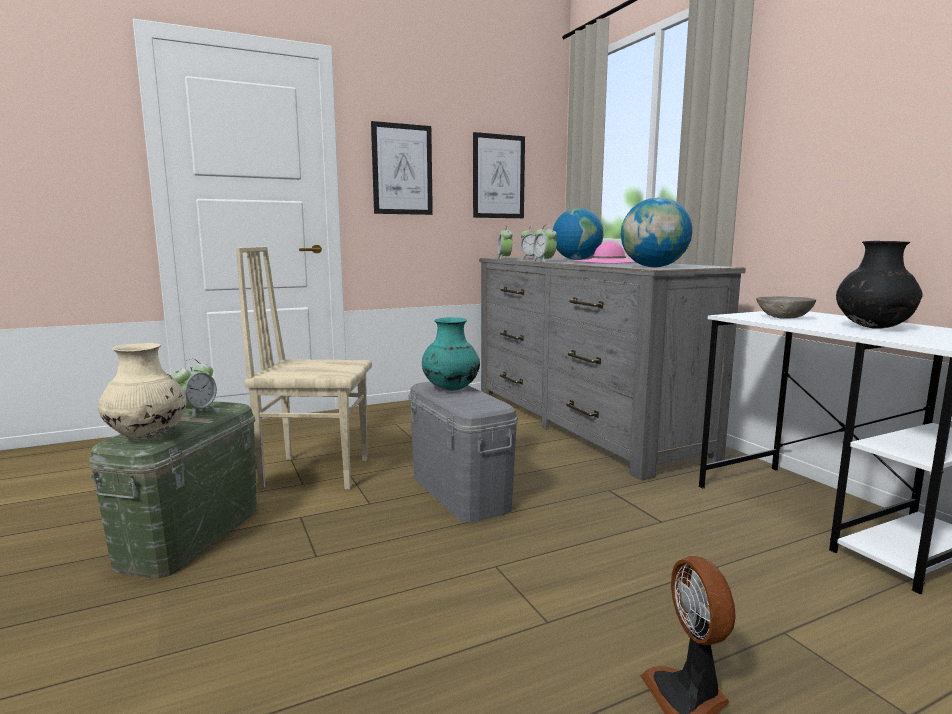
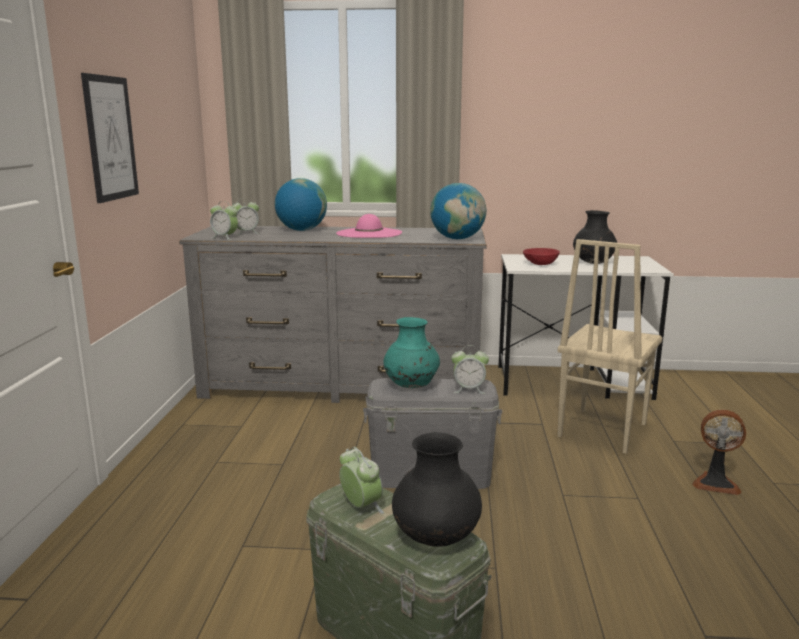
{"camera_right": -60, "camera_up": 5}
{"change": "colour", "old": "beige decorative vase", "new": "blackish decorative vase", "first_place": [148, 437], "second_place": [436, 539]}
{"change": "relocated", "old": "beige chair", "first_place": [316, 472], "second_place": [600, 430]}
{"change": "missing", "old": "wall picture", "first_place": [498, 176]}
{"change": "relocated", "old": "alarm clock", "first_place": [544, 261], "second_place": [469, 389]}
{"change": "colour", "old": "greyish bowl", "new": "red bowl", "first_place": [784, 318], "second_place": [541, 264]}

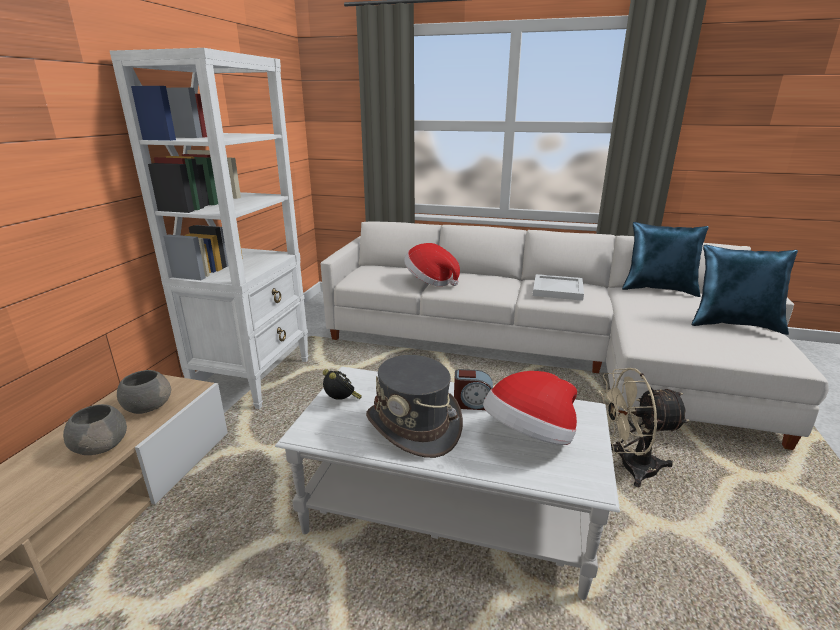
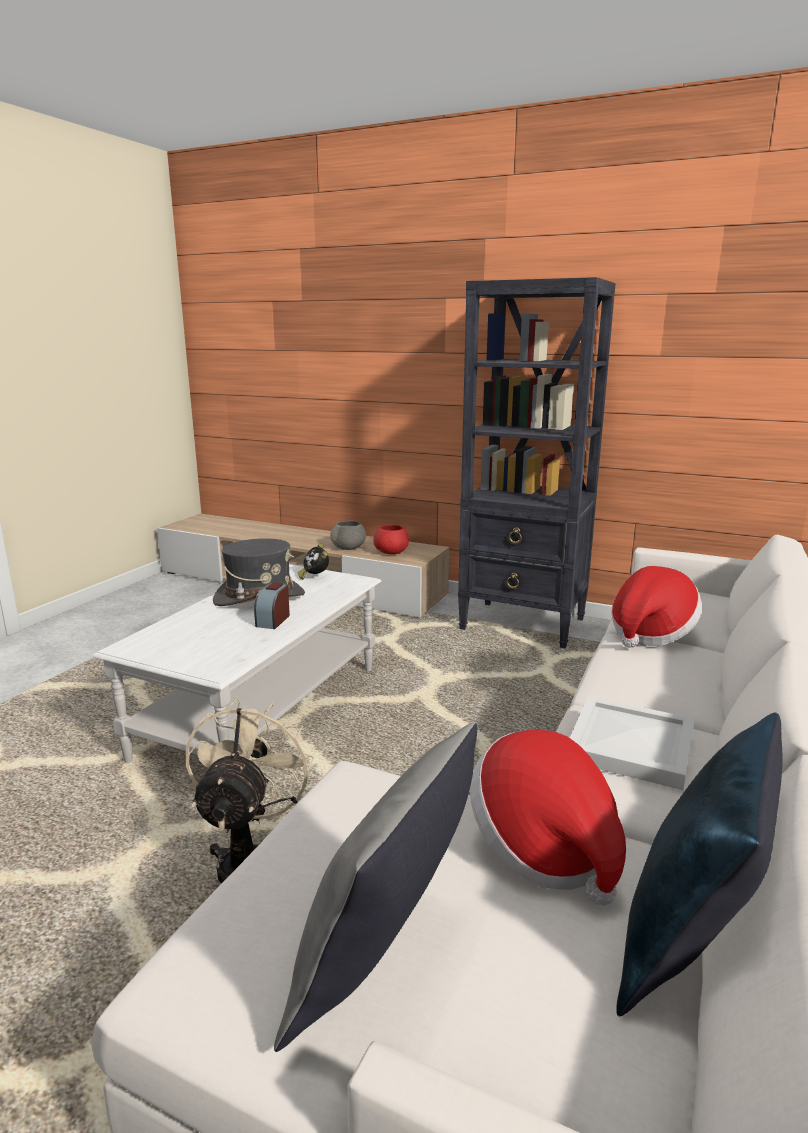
{"camera_right": 100, "camera_up": -5}
{"change": "colour", "old": "white bookshelf", "new": "blackish bookshelf", "first_place": [254, 378], "second_place": [524, 625]}
{"change": "colour", "old": "greyish bowl", "new": "red bowl", "first_place": [147, 407], "second_place": [391, 552]}
{"change": "spun", "old": "alarm clock", "first_place": [341, 402], "second_place": [315, 577], "degrees": 90}
{"change": "relocated", "old": "hat", "first_place": [529, 437], "second_place": [543, 847]}
{"change": "colour", "old": "blue pillow", "new": "greyish pillow", "first_place": [734, 325], "second_place": [384, 967]}

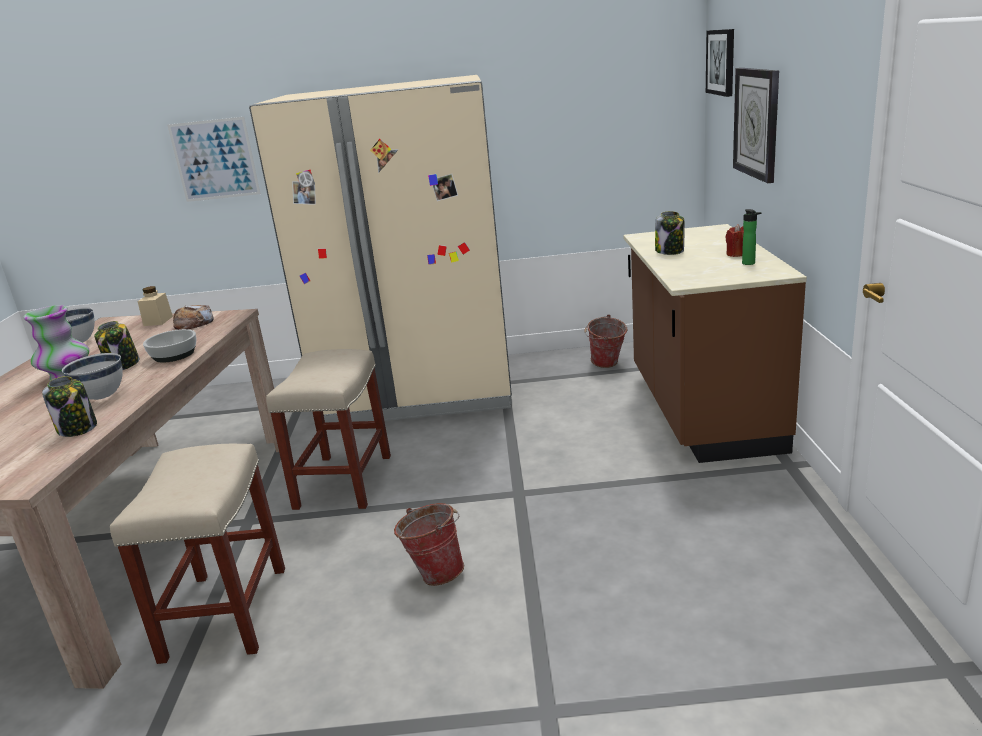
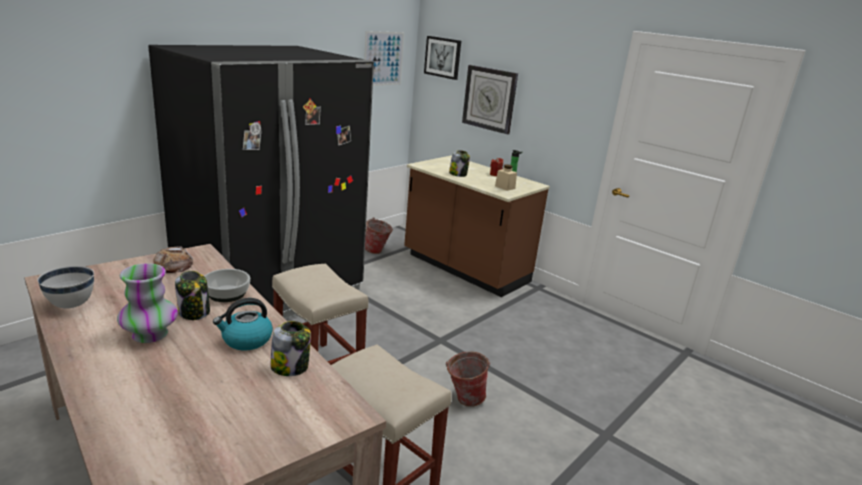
{"camera_right": -50, "camera_up": 0}
{"change": "exchanged", "old": "white bowl", "new": "tea kettle", "first_place": [102, 397], "second_place": [246, 340]}
{"change": "relocated", "old": "beige jar", "first_place": [158, 321], "second_place": [505, 187]}
{"change": "relocated", "old": "wall picture", "first_place": [215, 159], "second_place": [383, 58]}
{"change": "colour", "old": "beige kitchen fridge", "new": "blackish kitchen fridge", "first_place": [419, 391], "second_place": [271, 294]}

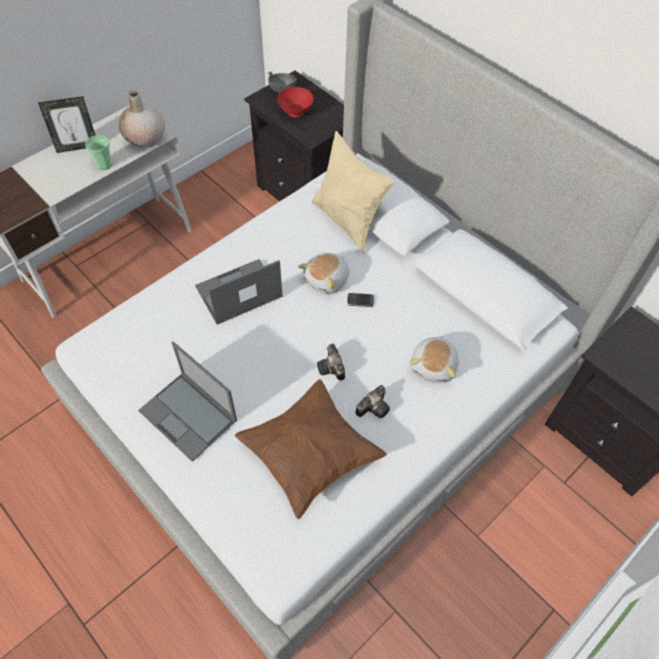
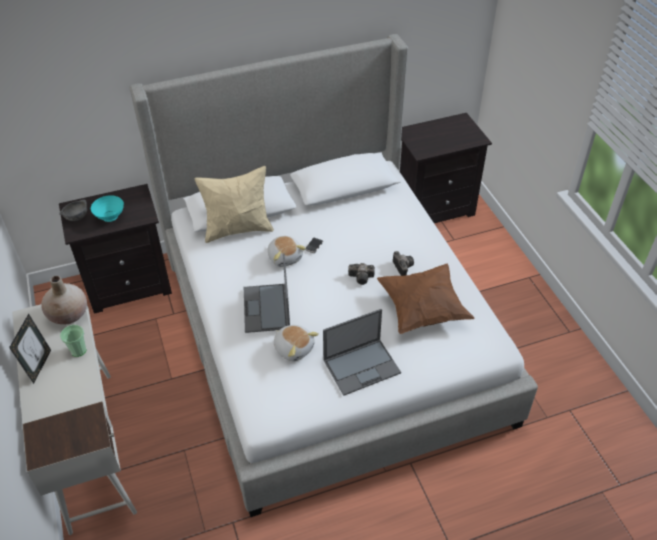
{"camera_right": -65, "camera_up": -10}
{"change": "colour", "old": "red bowl", "new": "turquoise bowl", "first_place": [296, 113], "second_place": [111, 217]}
{"change": "relocated", "old": "cuddly toy", "first_place": [434, 366], "second_place": [294, 348]}

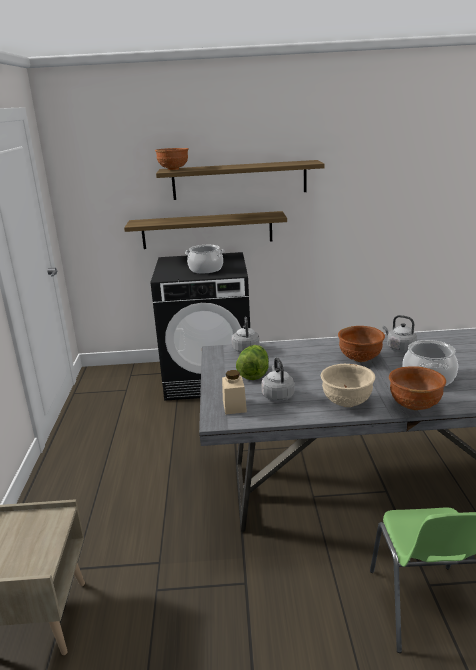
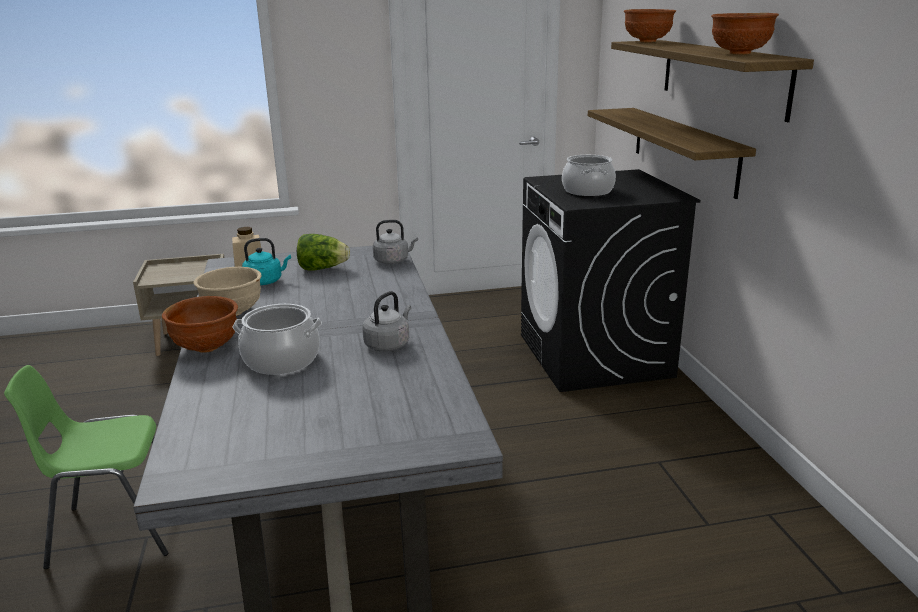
{"camera_right": 80, "camera_up": 0}
{"change": "colour", "old": "greyish tea kettle", "new": "turquoise tea kettle", "first_place": [277, 395], "second_place": [265, 281]}
{"change": "relocated", "old": "brownish bowl", "first_place": [360, 359], "second_place": [738, 53]}

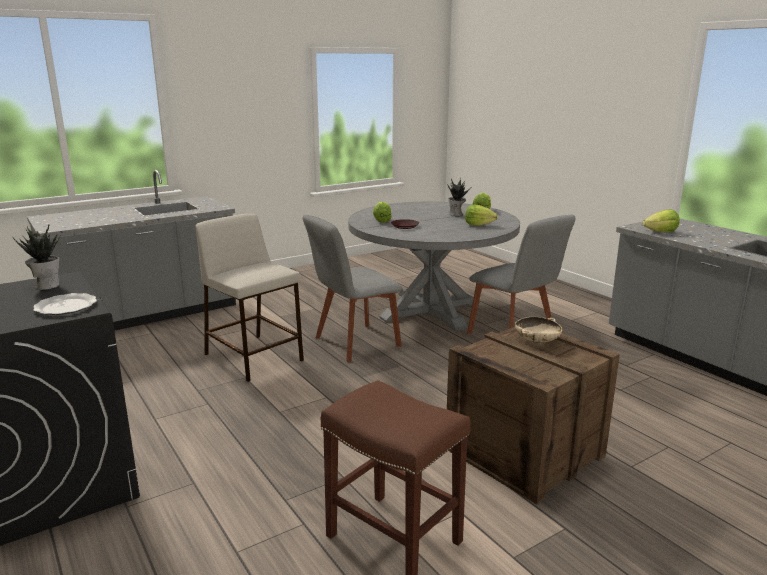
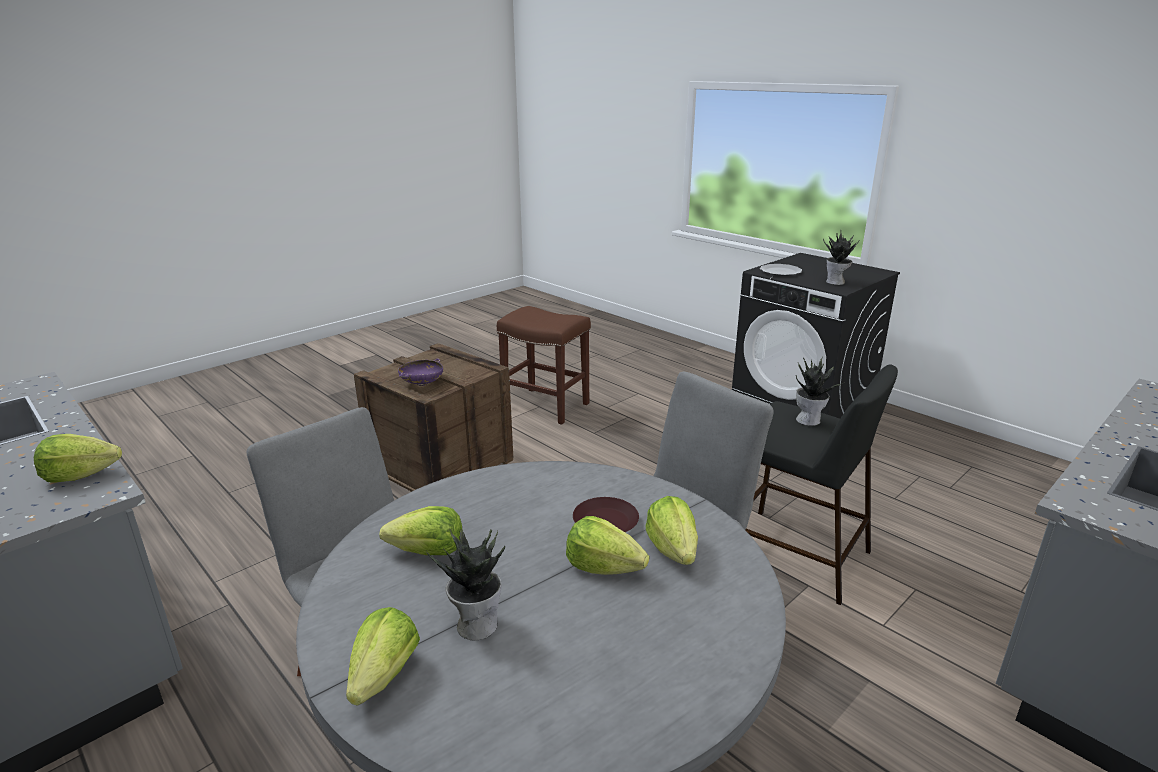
{"camera_right": 170, "camera_up": 5}
{"change": "colour", "old": "beige stool", "new": "blackish stool", "first_place": [254, 357], "second_place": [793, 553]}
{"change": "colour", "old": "beige bowl", "new": "purple bowl", "first_place": [537, 341], "second_place": [422, 383]}
{"change": "appeared", "new": "lettuce", "second_place": [603, 567]}
{"change": "appeared", "new": "houseplant", "second_place": [809, 420]}

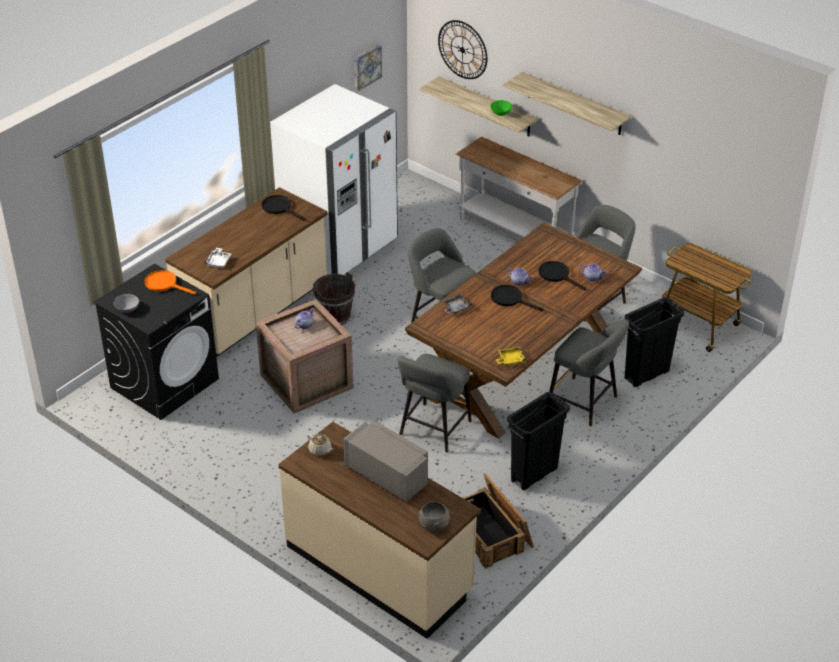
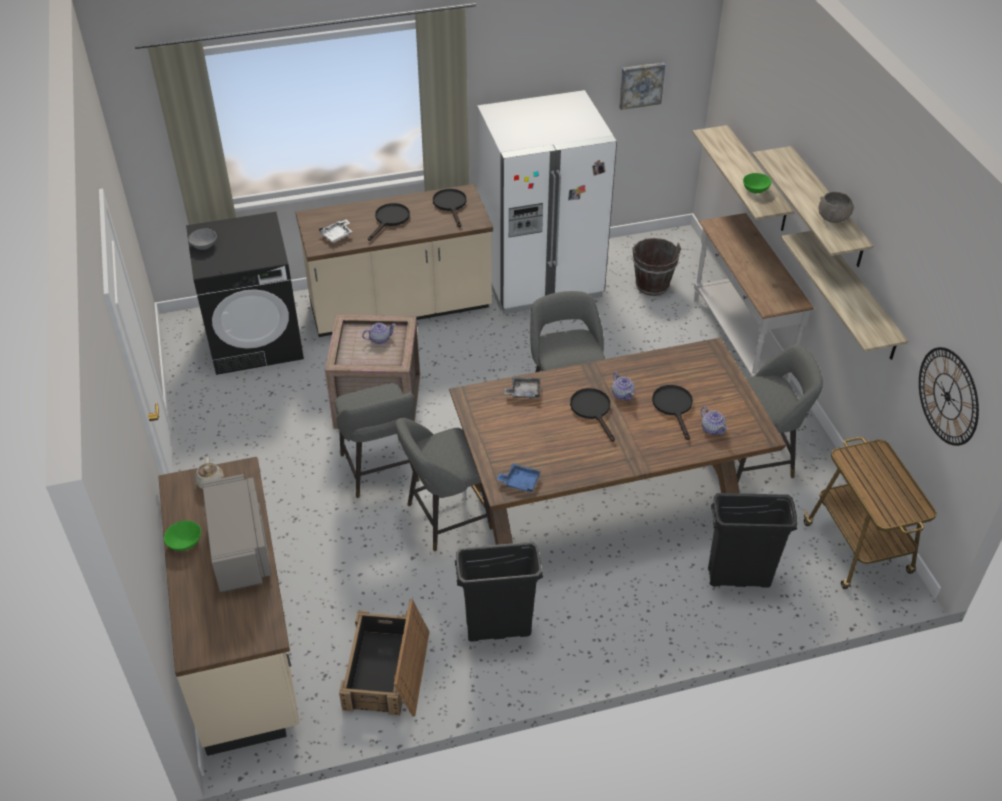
{"camera_right": 35, "camera_up": 5}
{"change": "missing", "old": "orange-coloured frying pan", "first_place": [165, 284]}
{"change": "relocated", "old": "brownish water bucket", "first_place": [335, 317], "second_place": [652, 285]}
{"change": "relocated", "old": "greyish bowl", "first_place": [434, 524], "second_place": [833, 217]}
{"change": "relocated", "old": "hanging clock", "first_place": [462, 49], "second_place": [948, 396]}
{"change": "colour", "old": "yellow tray", "new": "blue tray", "first_place": [510, 360], "second_place": [520, 482]}
{"change": "relocated", "old": "greyish stool", "first_place": [585, 403], "second_place": [381, 471]}
{"change": "appeared", "new": "green-coloured bowl", "second_place": [185, 543]}
{"change": "appeared", "new": "blackish frying pan", "second_place": [390, 220]}
{"change": "appeared", "new": "shelf", "second_place": [858, 295]}

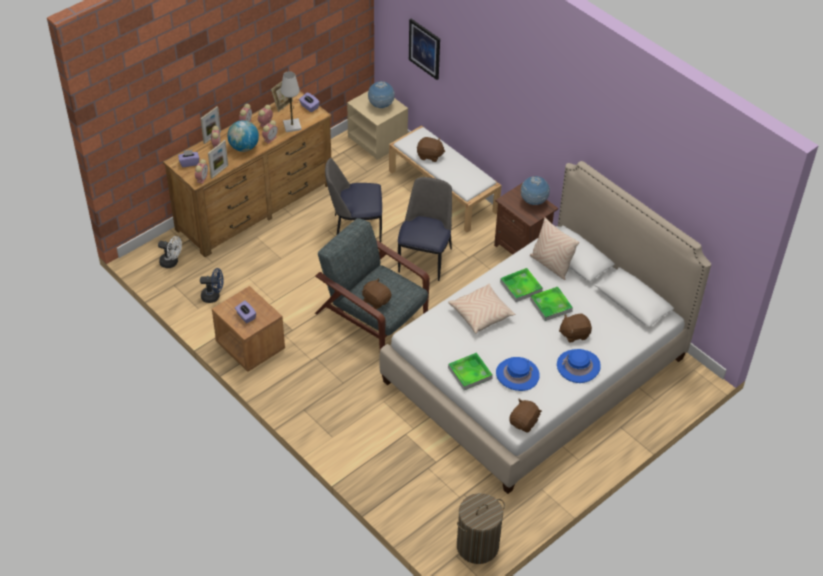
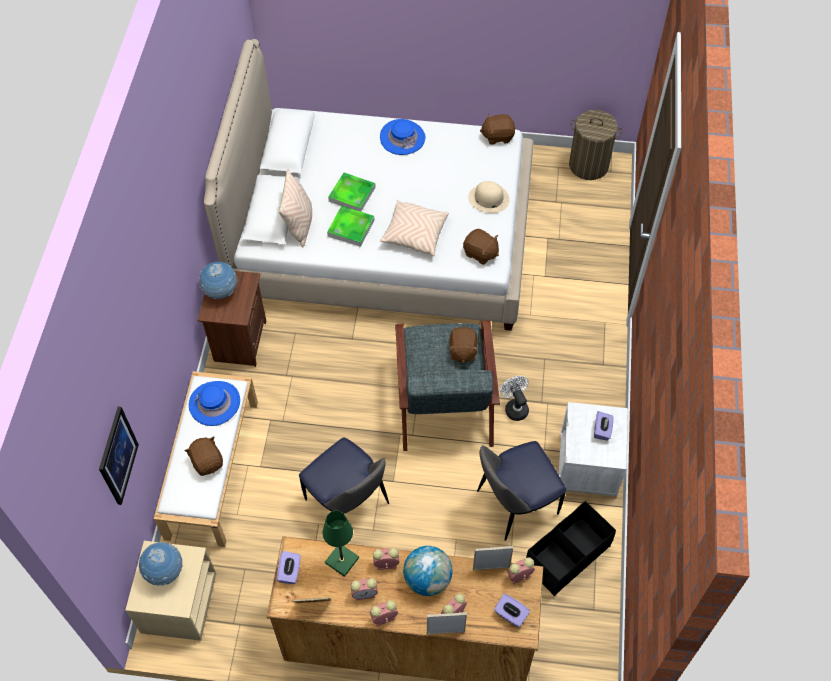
{"camera_right": -130, "camera_up": 10}
{"change": "relocated", "old": "white fan", "first_place": [172, 262], "second_place": [514, 407]}
{"change": "exchanged", "old": "blue fan", "new": "blackish storage bin", "first_place": [213, 296], "second_place": [567, 556]}
{"change": "colour", "old": "brownish nightstand", "new": "white nightstand", "first_place": [250, 346], "second_place": [588, 465]}
{"change": "colour", "old": "white tabletop lamp", "new": "green-coloured tabletop lamp", "first_place": [292, 126], "second_place": [341, 560]}
{"change": "relocated", "old": "chair", "first_place": [425, 259], "second_place": [515, 504]}
{"change": "exchanged", "old": "tray", "new": "beige hat", "first_place": [470, 373], "second_place": [488, 198]}
{"change": "relocated", "old": "blue hat", "first_place": [517, 374], "second_place": [215, 403]}
{"change": "relocated", "old": "brownish cuddly toy", "first_place": [574, 334], "second_place": [480, 253]}

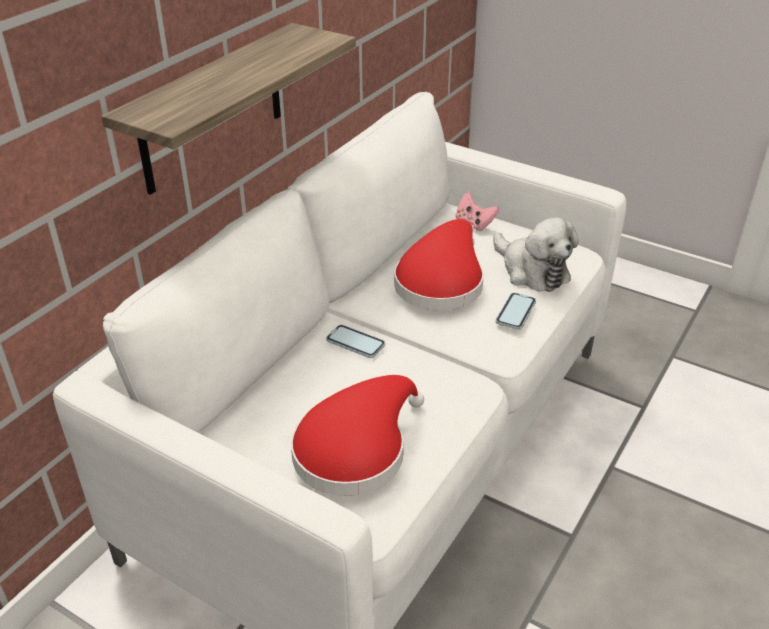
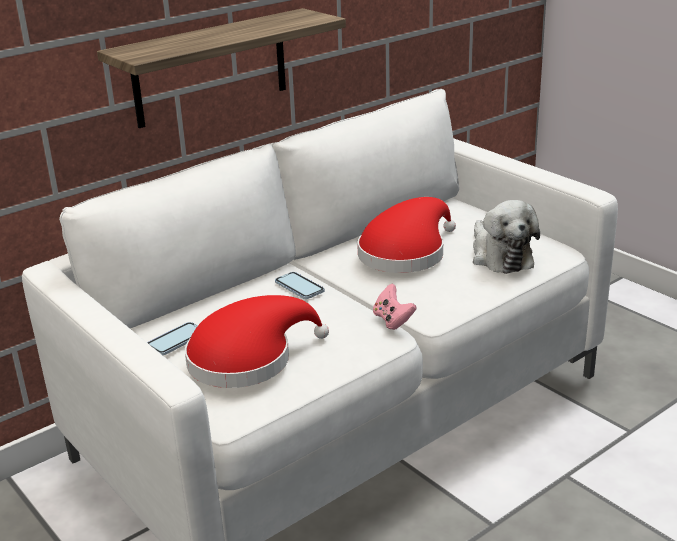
{"camera_right": 20, "camera_up": -10}
{"change": "relocated", "old": "pinkish gamepad", "first_place": [474, 223], "second_place": [392, 320]}
{"change": "relocated", "old": "phone", "first_place": [515, 312], "second_place": [176, 340]}

